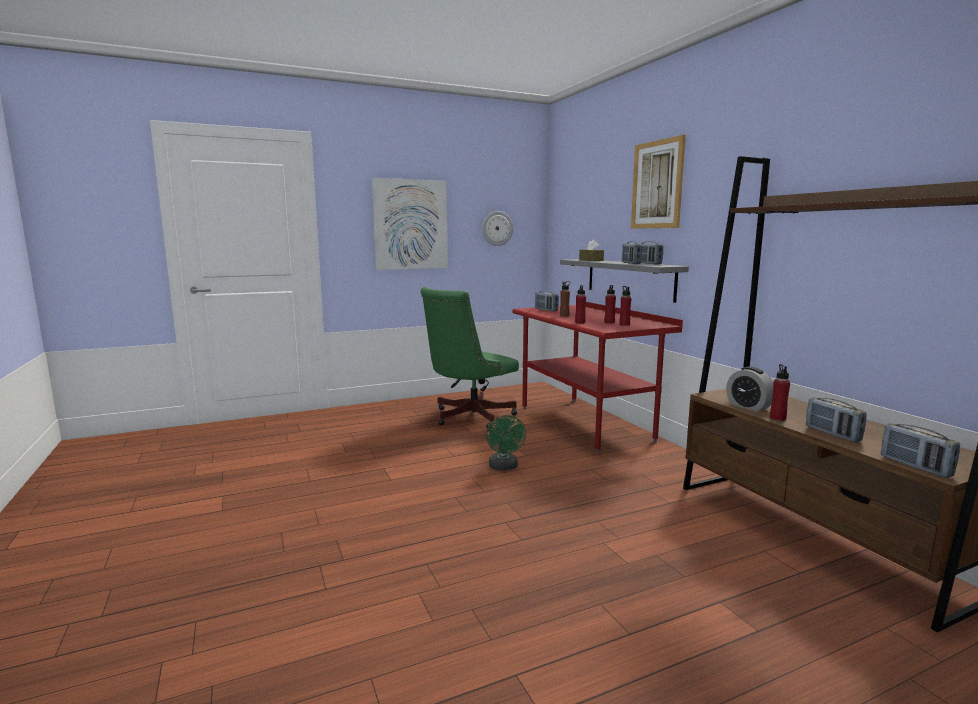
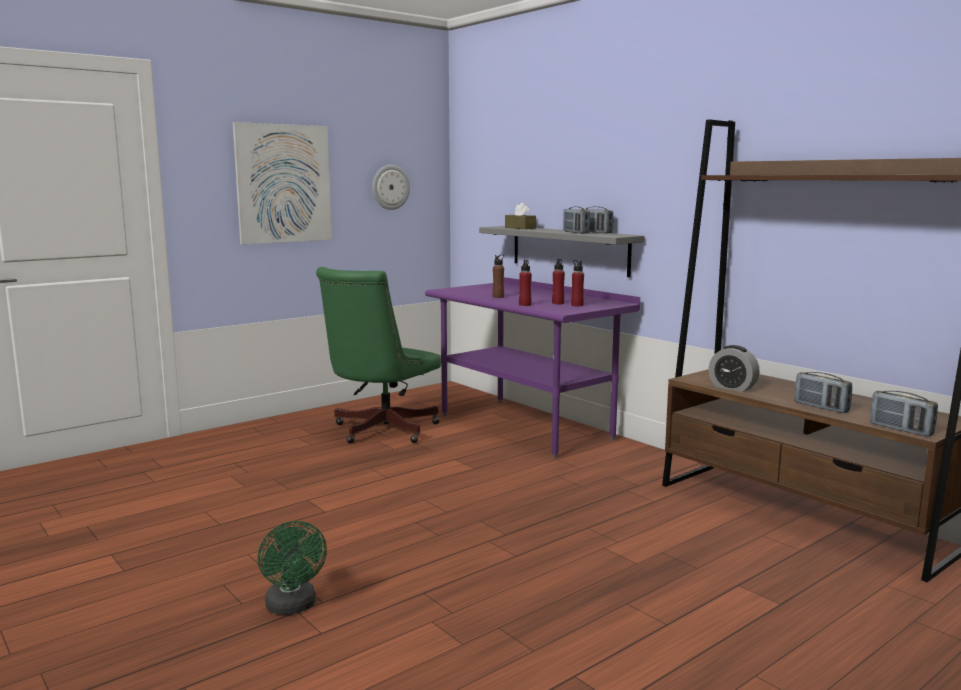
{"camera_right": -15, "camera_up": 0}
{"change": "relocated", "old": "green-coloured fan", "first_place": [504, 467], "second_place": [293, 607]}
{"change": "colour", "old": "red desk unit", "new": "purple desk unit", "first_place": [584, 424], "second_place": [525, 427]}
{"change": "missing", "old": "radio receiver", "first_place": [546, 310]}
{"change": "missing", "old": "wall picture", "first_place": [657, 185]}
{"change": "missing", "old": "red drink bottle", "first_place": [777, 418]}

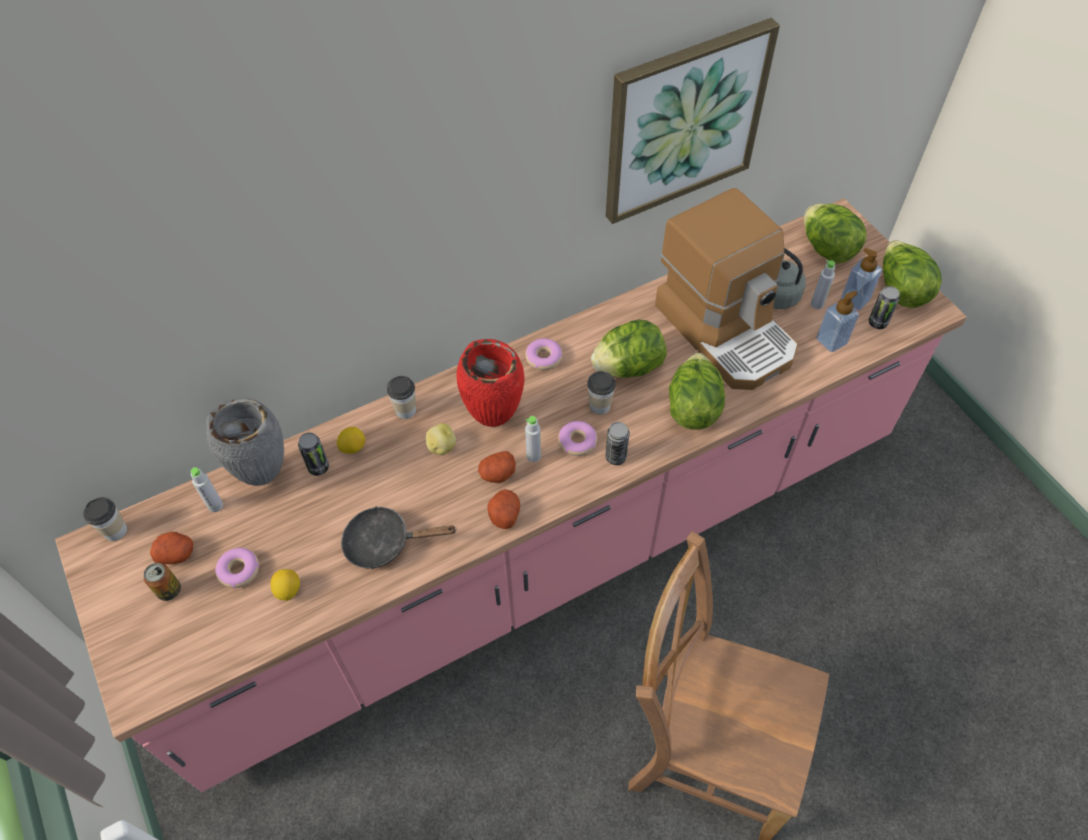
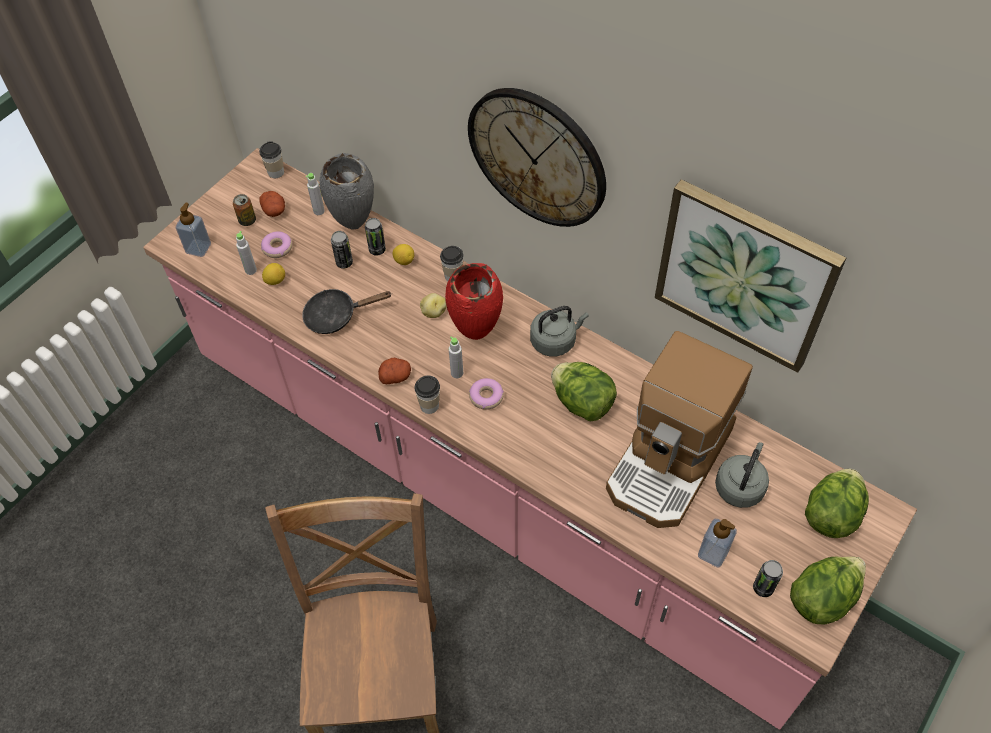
{"camera_right": 65, "camera_up": 0}
{"change": "spun", "old": "blackish frying pan", "first_place": [384, 542], "second_place": [336, 316], "degrees": -75}
{"change": "missing", "old": "potato", "first_place": [497, 474]}
{"change": "exchanged", "old": "ring doughnut", "new": "greyish tea kettle", "first_place": [544, 358], "second_place": [555, 341]}
{"change": "relocated", "old": "drinking cup", "first_place": [599, 406], "second_place": [429, 405]}
{"change": "relocated", "old": "sealed can", "first_place": [615, 457], "second_place": [344, 262]}
{"change": "missing", "old": "lettuce", "first_place": [692, 407]}
{"change": "relocated", "old": "greyish drink bottle", "first_place": [817, 304], "second_place": [250, 270]}
{"change": "relocated", "old": "soap dispenser", "first_place": [855, 299], "second_place": [198, 248]}
{"change": "appeared", "new": "hanging clock", "second_place": [537, 157]}

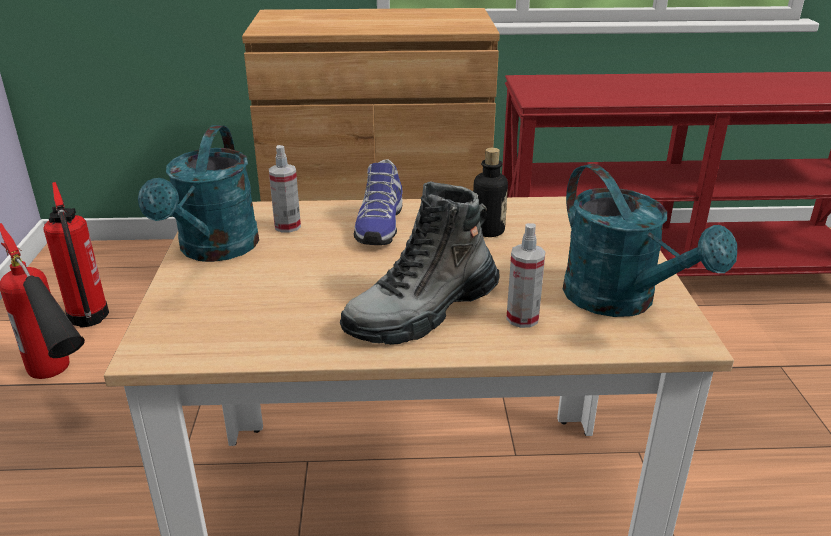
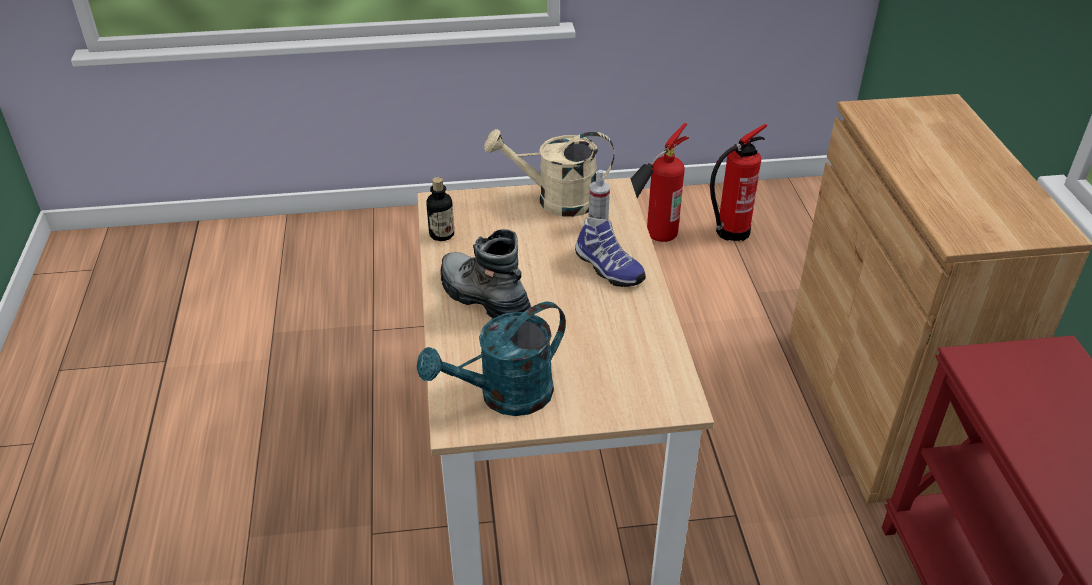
{"camera_right": 85, "camera_up": 10}
{"change": "colour", "old": "turquoise watering pot", "new": "beige watering pot", "first_place": [214, 250], "second_place": [555, 200]}
{"change": "spun", "old": "item of footwear", "first_place": [378, 226], "second_place": [607, 268], "degrees": -135}
{"change": "relocated", "old": "drink bottle", "first_place": [488, 230], "second_place": [441, 234]}
{"change": "missing", "old": "sprayer", "first_place": [522, 318]}

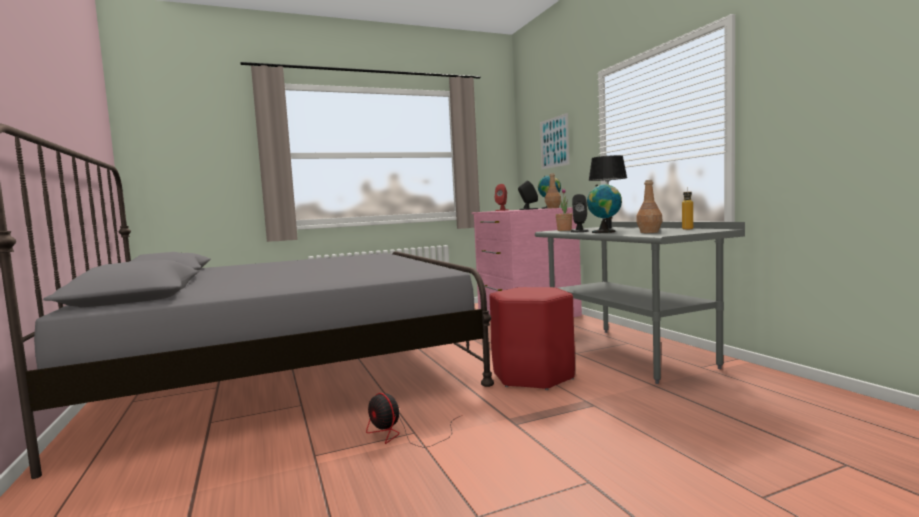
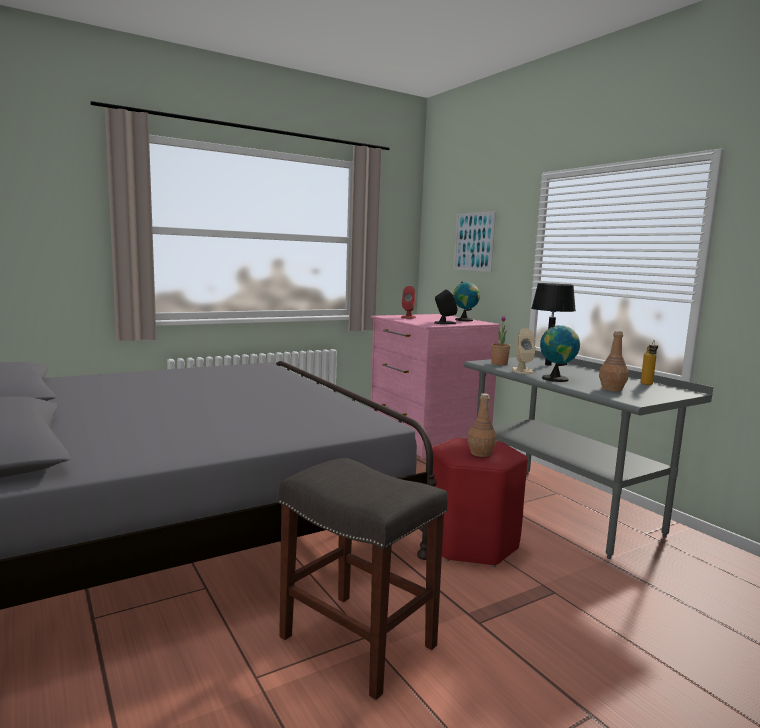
{"camera_right": -10, "camera_up": 5}
{"change": "exchanged", "old": "fan", "new": "greyish stool", "first_place": [404, 435], "second_place": [355, 641]}
{"change": "relocated", "old": "brownish drink bottle", "first_place": [553, 208], "second_place": [480, 453]}
{"change": "colour", "old": "blackish loudspeaker", "new": "beige loudspeaker", "first_place": [579, 231], "second_place": [522, 371]}

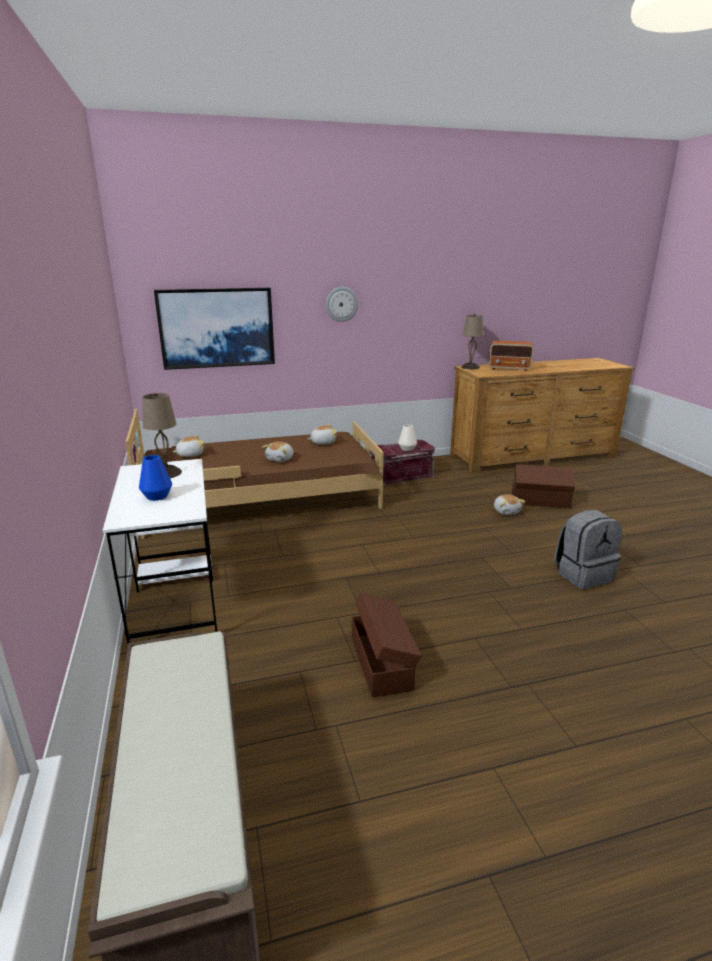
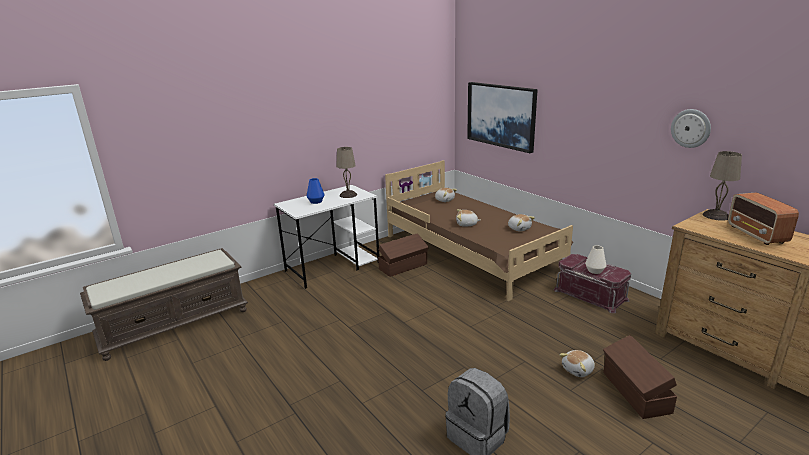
{"camera_right": 70, "camera_up": 0}
{"change": "relocated", "old": "hanging clock", "first_place": [341, 304], "second_place": [691, 128]}
{"change": "relocated", "old": "brownish storage bin", "first_place": [382, 661], "second_place": [404, 266]}

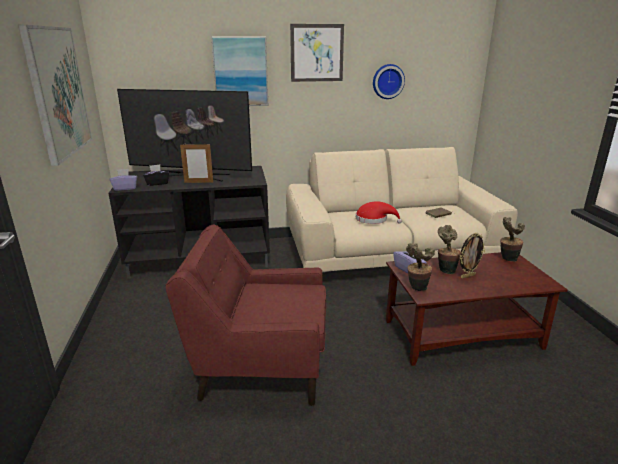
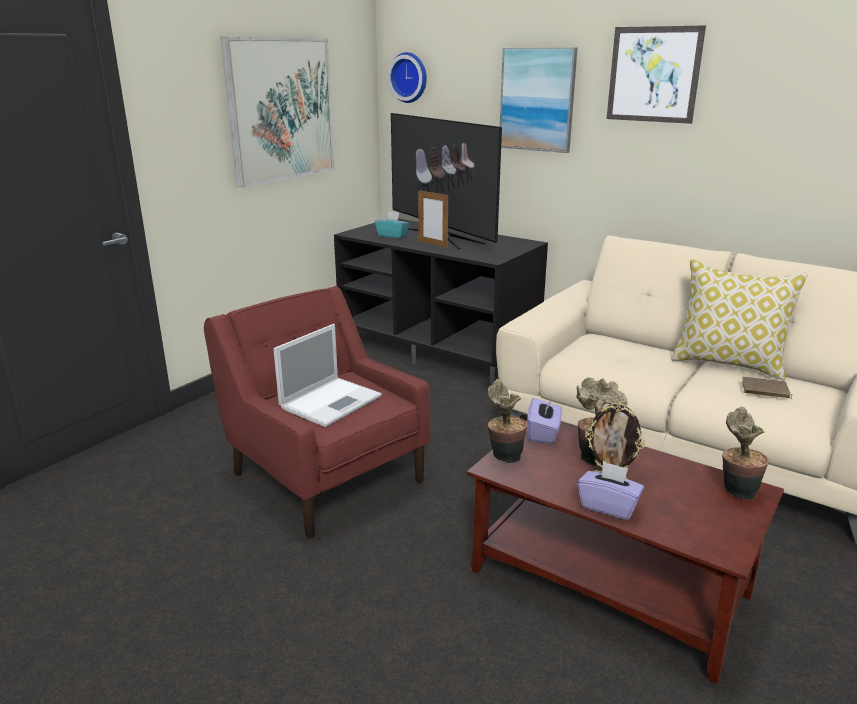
{"camera_right": 45, "camera_up": 0}
{"change": "relocated", "old": "purple tissue box", "first_place": [125, 188], "second_place": [608, 506]}
{"change": "colour", "old": "blackish tissue box", "new": "turquoise tissue box", "first_place": [157, 183], "second_place": [392, 236]}
{"change": "missing", "old": "red hat", "first_place": [374, 219]}
{"change": "relocated", "old": "hanging clock", "first_place": [387, 81], "second_place": [409, 77]}
{"change": "appeared", "new": "laptop", "second_place": [332, 401]}
{"change": "appeared", "new": "pillow", "second_place": [728, 364]}

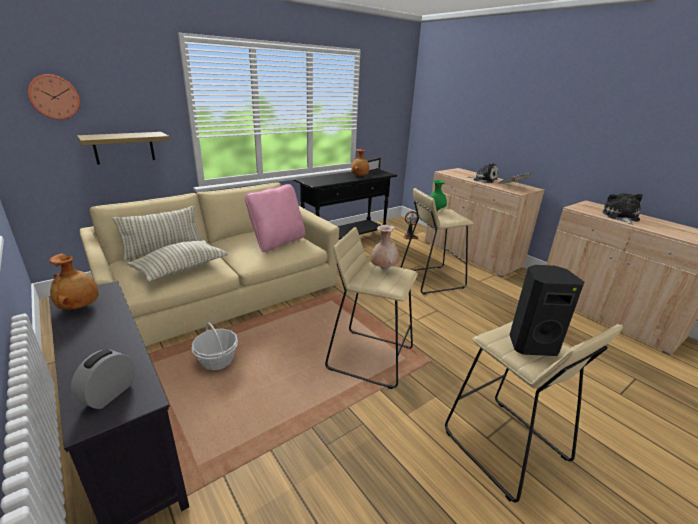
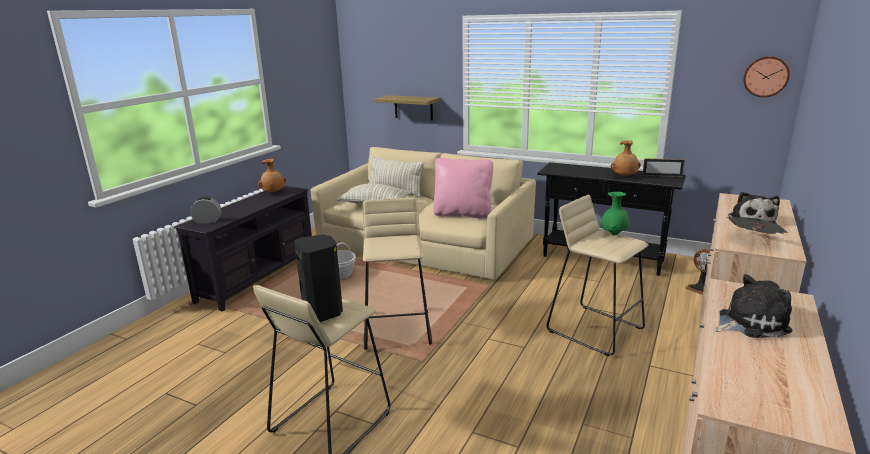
{"camera_right": 65, "camera_up": -5}
{"change": "relocated", "old": "hanging clock", "first_place": [54, 97], "second_place": [766, 76]}
{"change": "missing", "old": "beige decorative vase", "first_place": [383, 268]}

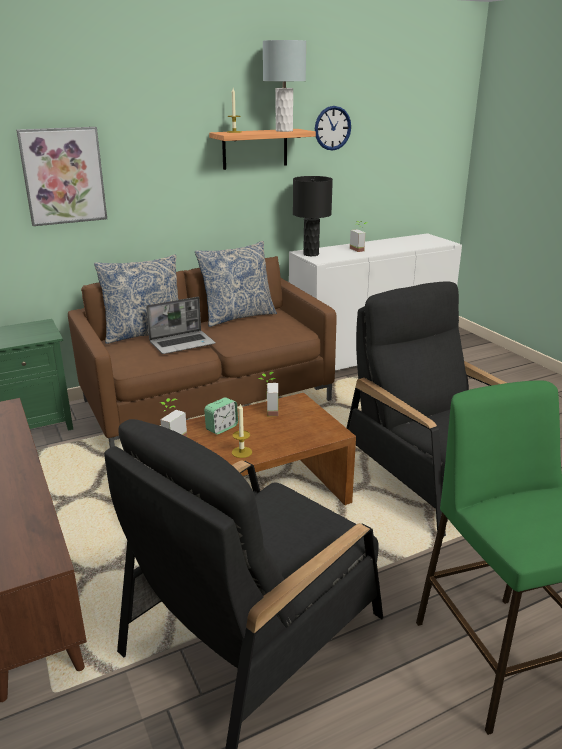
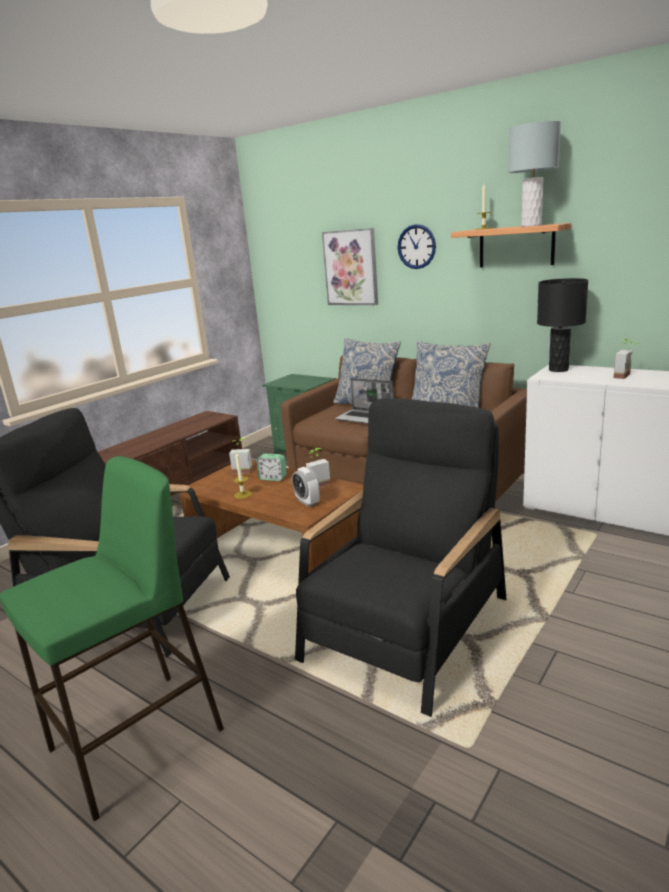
{"camera_right": 65, "camera_up": -5}
{"change": "relocated", "old": "hanging clock", "first_place": [332, 128], "second_place": [416, 246]}
{"change": "appeared", "new": "alarm clock", "second_place": [307, 502]}

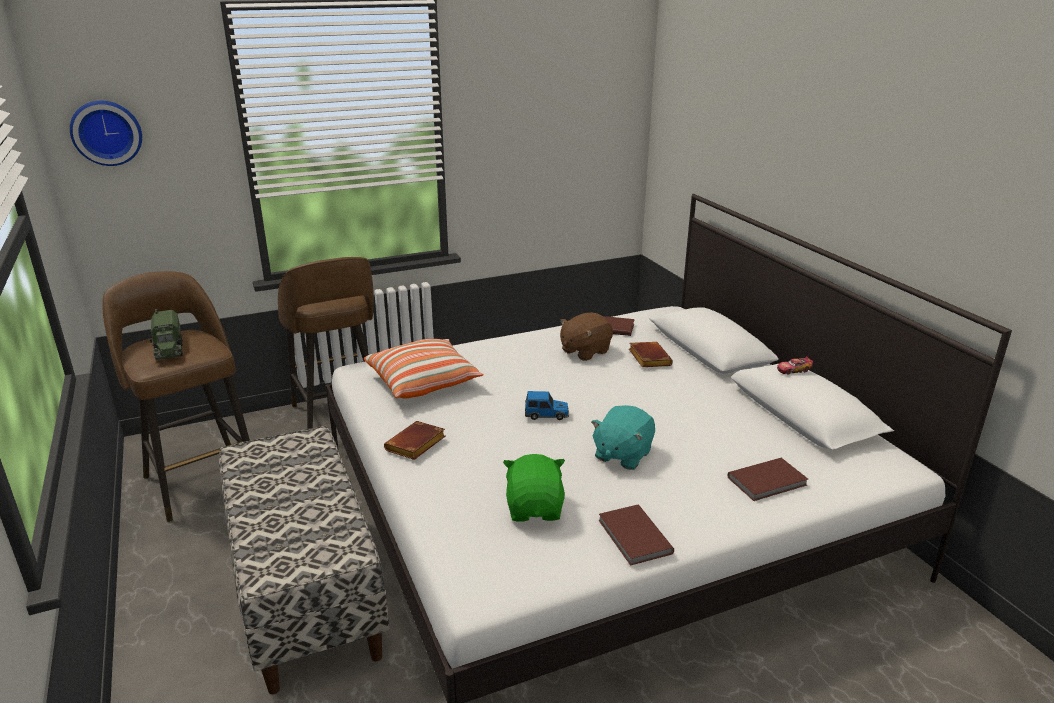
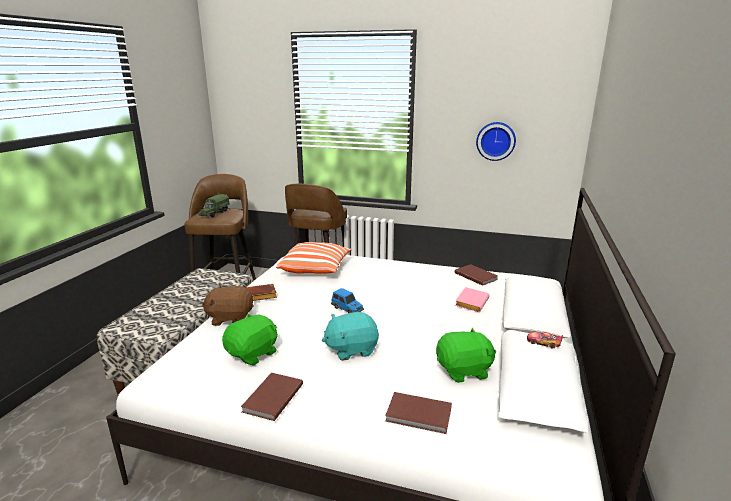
{"camera_right": 40, "camera_up": -5}
{"change": "relocated", "old": "hanging clock", "first_place": [106, 132], "second_place": [496, 141]}
{"change": "relocated", "old": "brownish cuddly toy", "first_place": [584, 351], "second_place": [230, 318]}
{"change": "colour", "old": "brownish book", "new": "pinkish book", "first_place": [648, 358], "second_place": [471, 302]}
{"change": "appeared", "new": "green-coloured cuddly toy", "second_place": [464, 371]}

